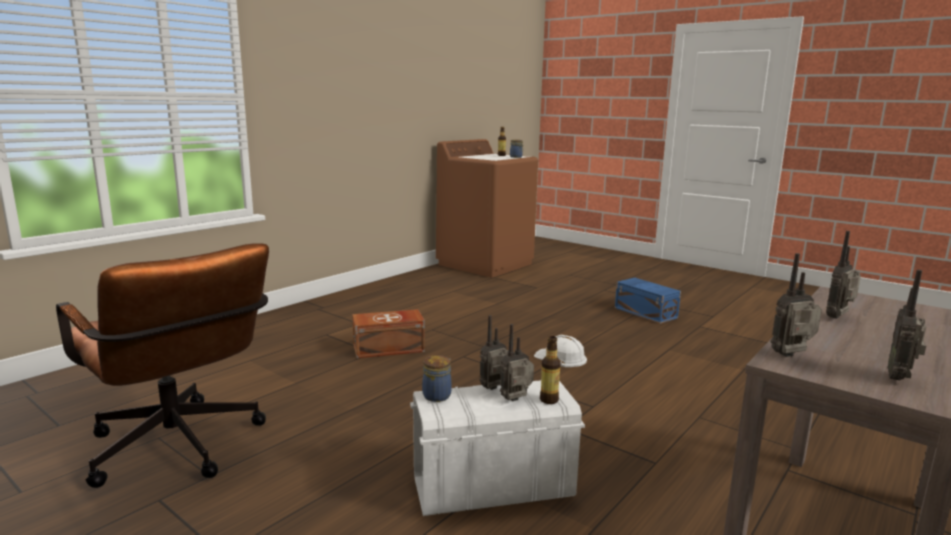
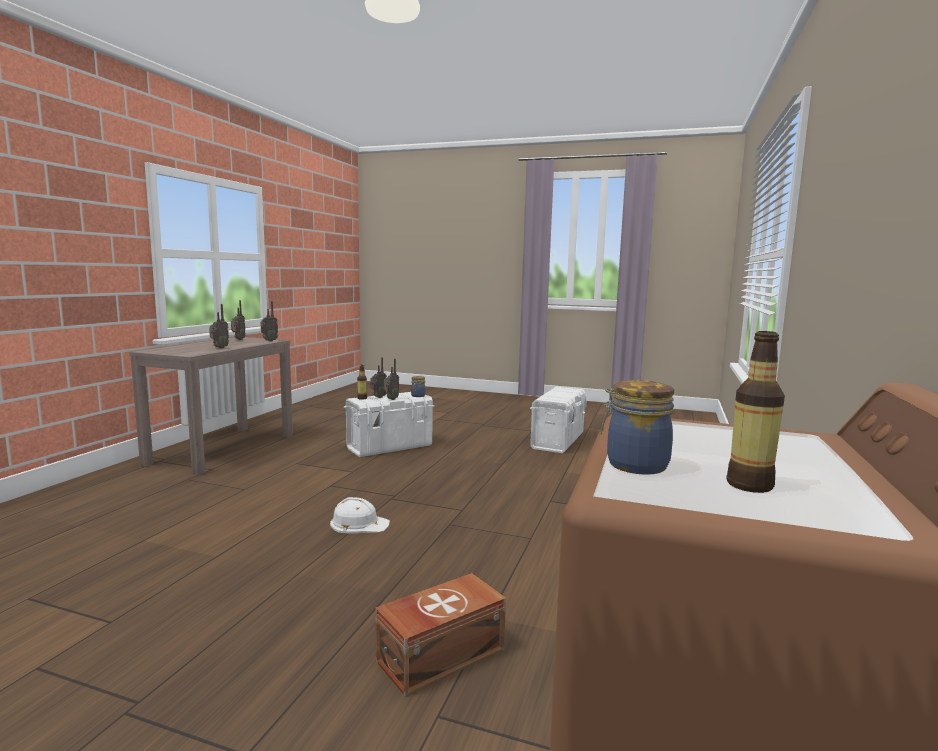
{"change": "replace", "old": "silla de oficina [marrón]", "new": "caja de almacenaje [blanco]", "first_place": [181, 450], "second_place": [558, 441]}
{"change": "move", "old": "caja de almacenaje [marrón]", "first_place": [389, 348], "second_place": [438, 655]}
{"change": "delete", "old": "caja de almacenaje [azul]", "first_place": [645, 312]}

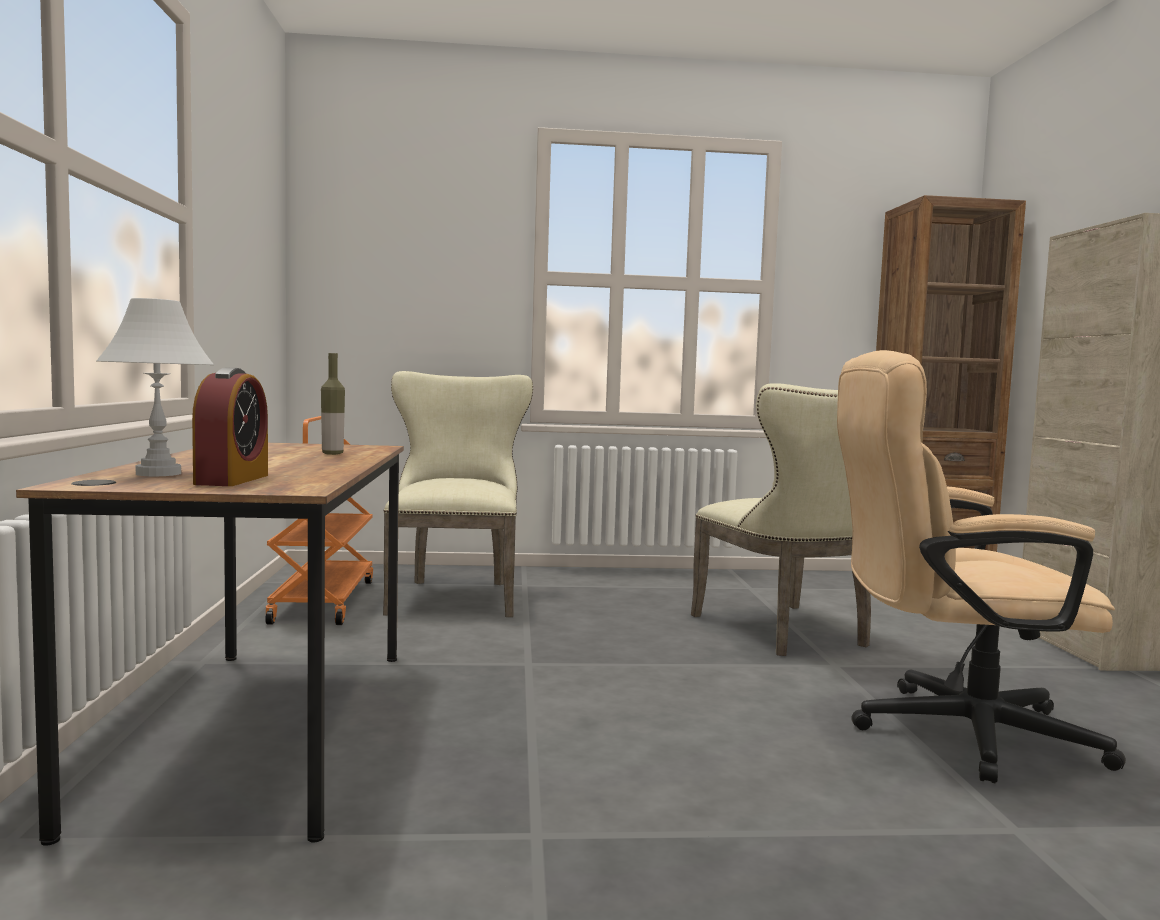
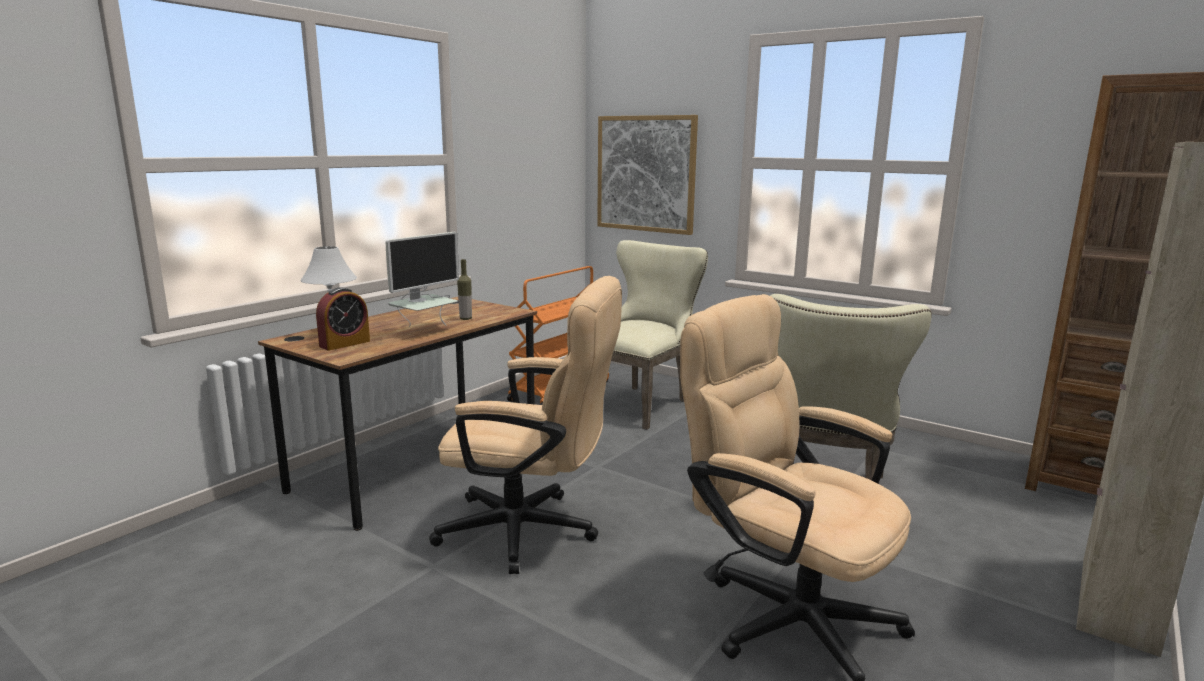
{"change": "insert", "new": "monitor", "second_place": [424, 331]}
{"change": "insert", "new": "silla de oficina [beis]", "second_place": [531, 532]}
{"change": "insert", "new": "cuadro", "second_place": [646, 174]}

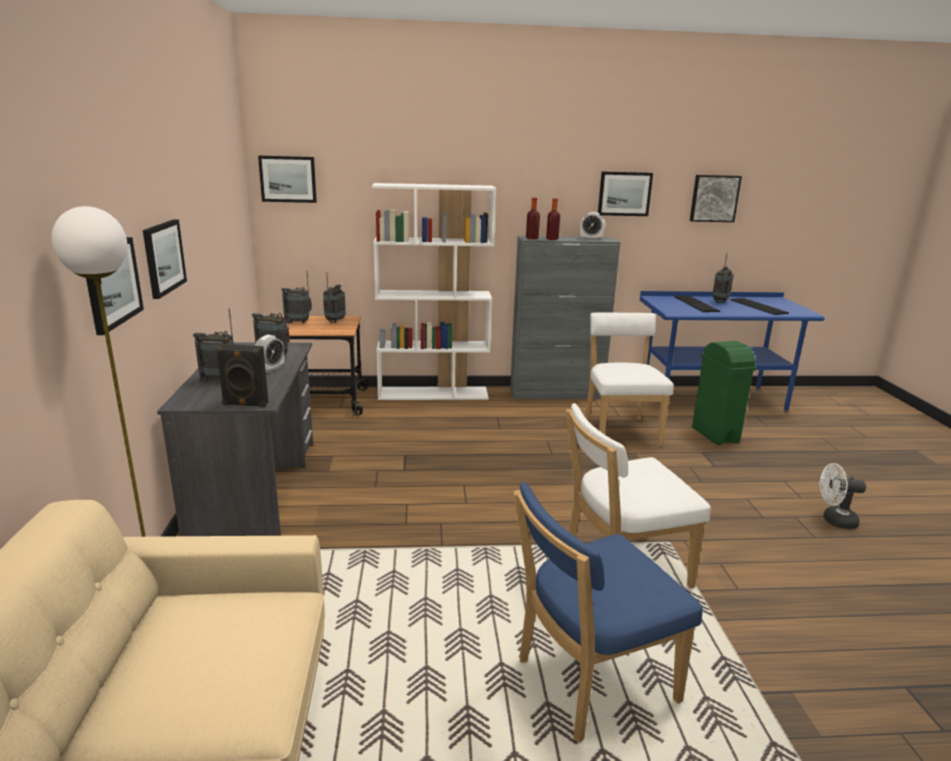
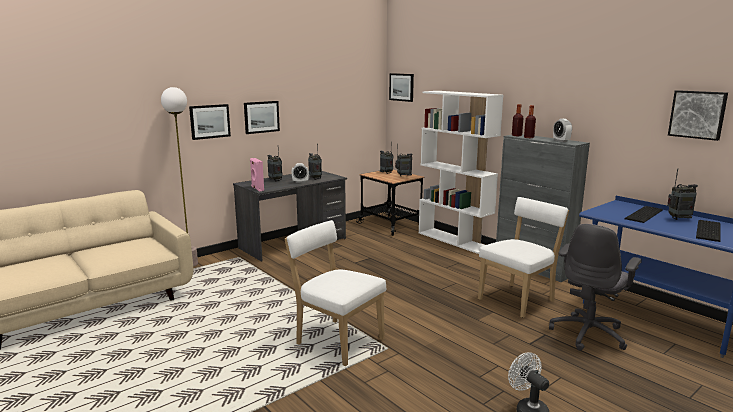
{"change": "recolor", "old": "altavoz [negro]", "new": "altavoz [rosa]", "first_place": [245, 404], "second_place": [257, 189]}
{"change": "delete", "old": "silla [azul]", "first_place": [589, 682]}
{"change": "delete", "old": "cuadro", "first_place": [624, 194]}
{"change": "replace", "old": "papelera [verde]", "new": "silla de oficina [gris]", "first_place": [715, 435], "second_place": [589, 334]}

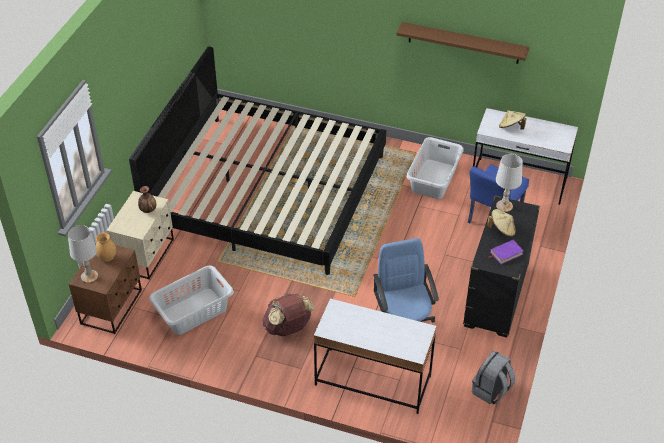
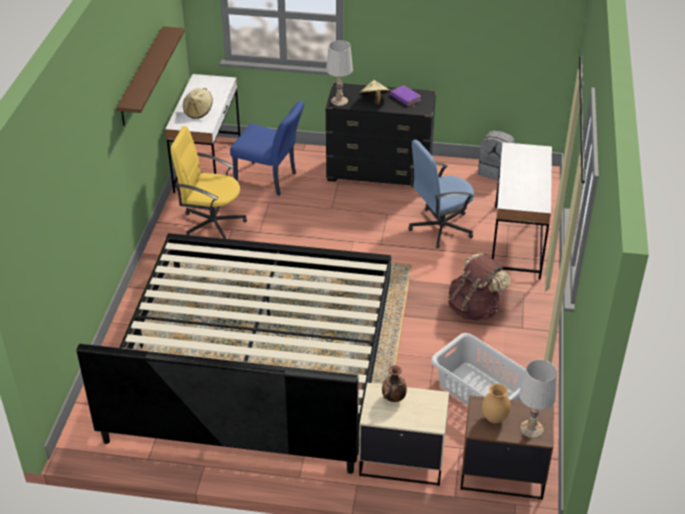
{"change": "replace", "old": "cesto de la ropa [gris]", "new": "silla de oficina [amarillo]", "first_place": [434, 179], "second_place": [212, 223]}

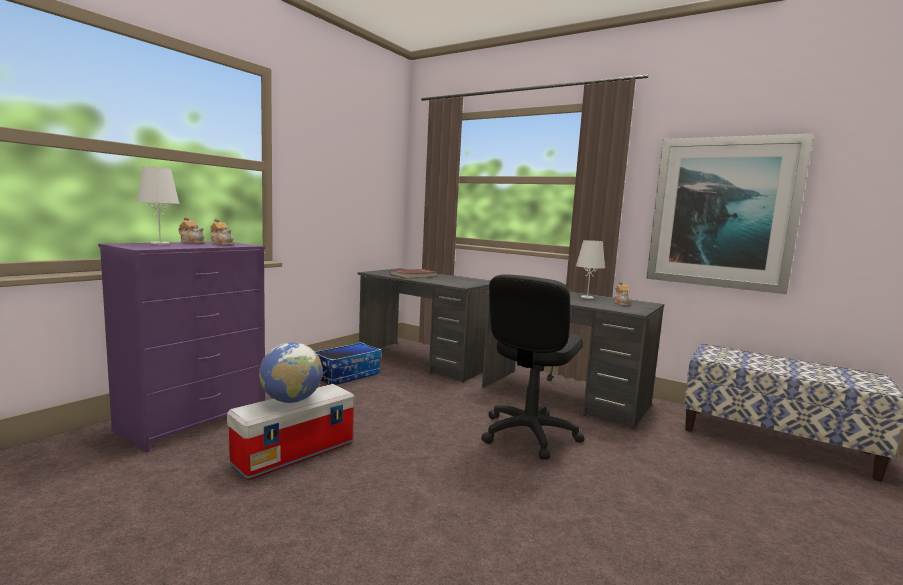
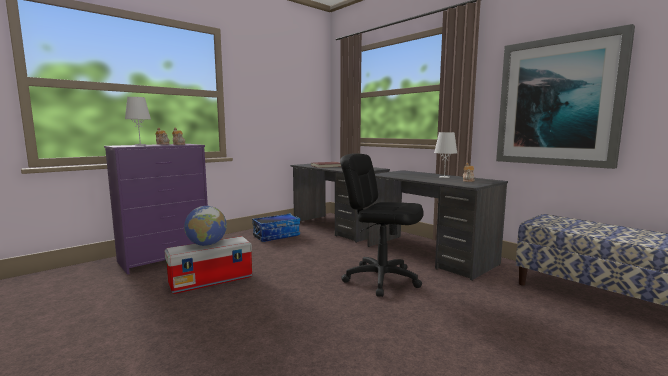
{"change": "rotate", "old": "silla de oficina [negro]", "first_place": [528, 434], "second_place": [381, 279], "degrees": 75}

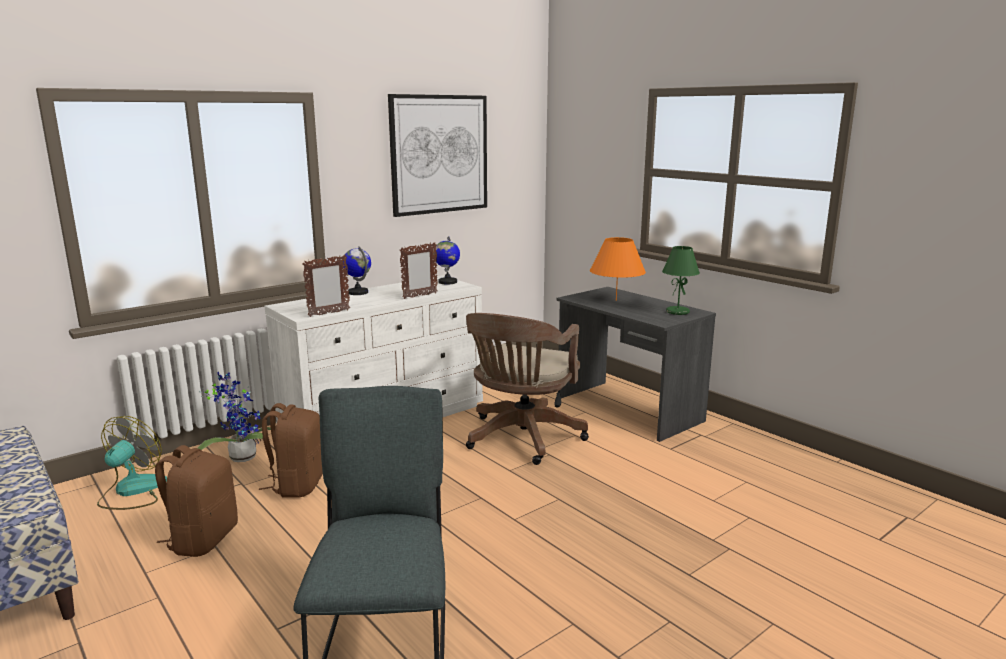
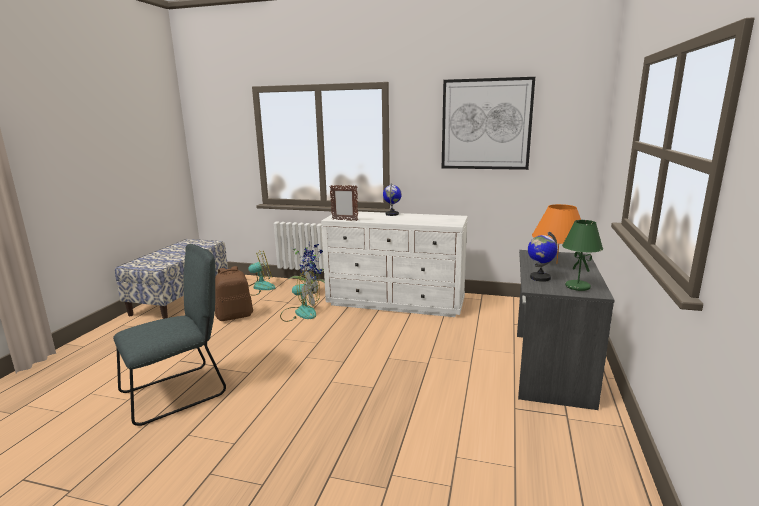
{"change": "replace", "old": "mochila [marrón]", "new": "ventilador", "first_place": [297, 485], "second_place": [300, 313]}
{"change": "delete", "old": "portarretratos", "first_place": [419, 296]}
{"change": "move", "old": "globo terráqueo", "first_place": [447, 282], "second_place": [539, 278]}
{"change": "delete", "old": "silla de oficina [marrón]", "first_place": [521, 439]}

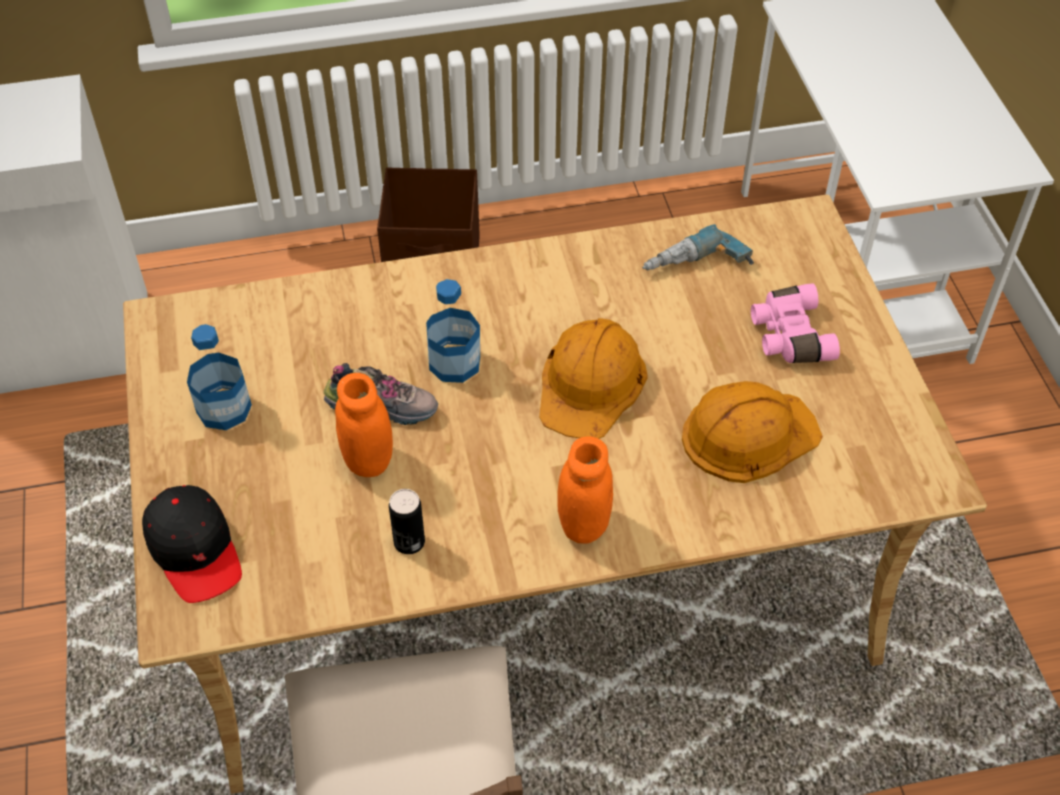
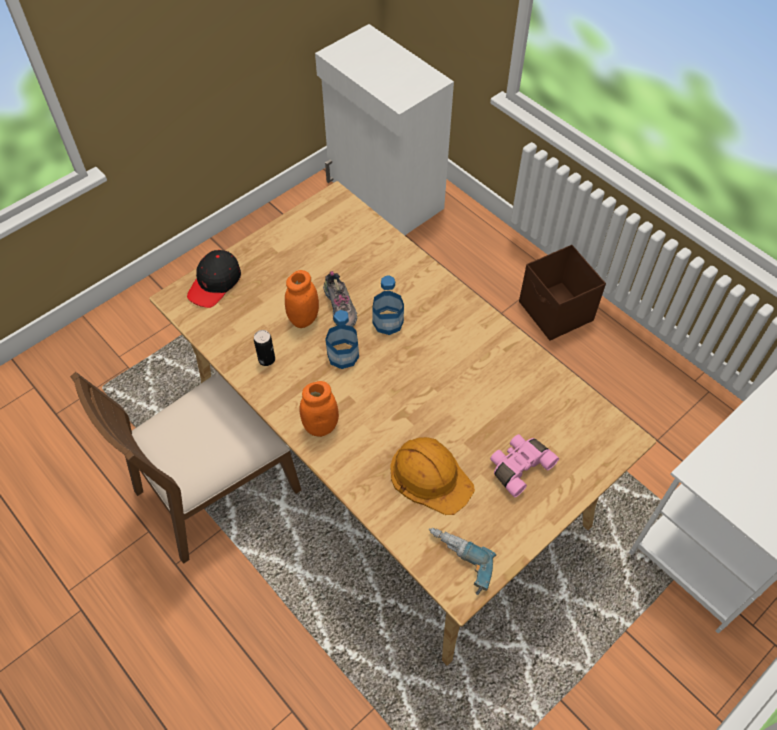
{"change": "move", "old": "botella", "first_place": [224, 409], "second_place": [343, 355]}
{"change": "delete", "old": "casco [naranja]", "first_place": [591, 384]}
{"change": "move", "old": "taladro", "first_place": [697, 269], "second_place": [456, 562]}

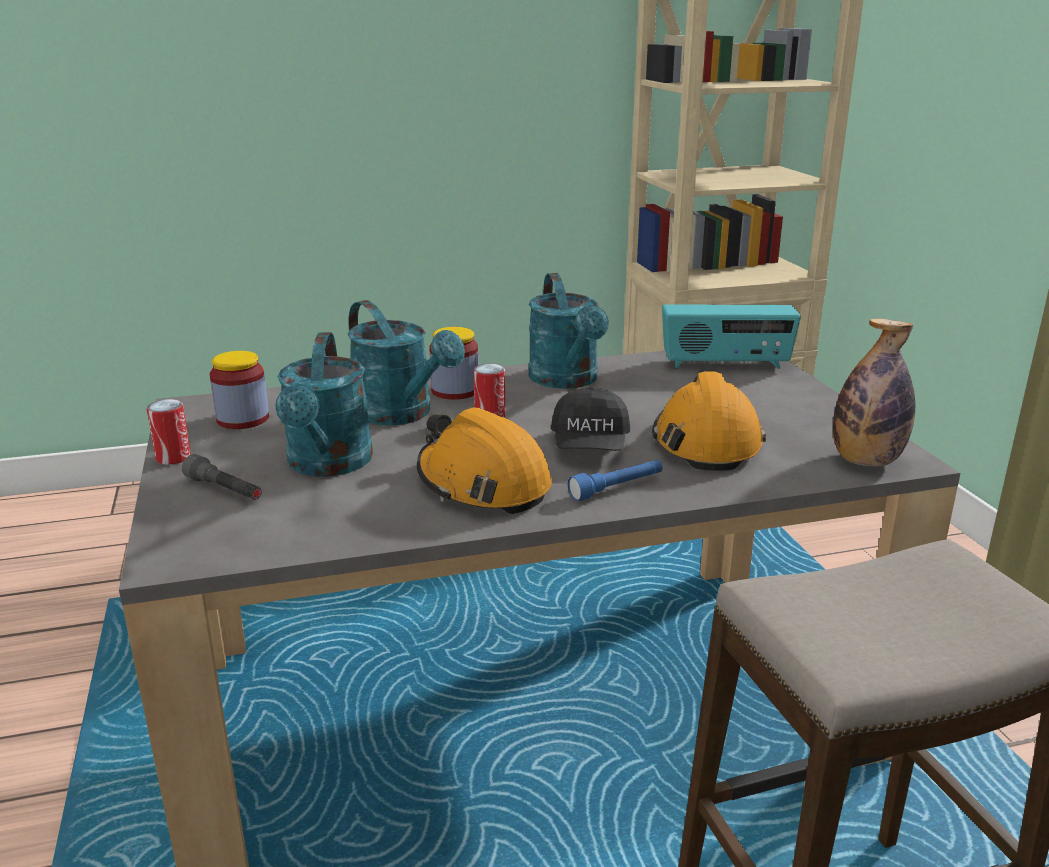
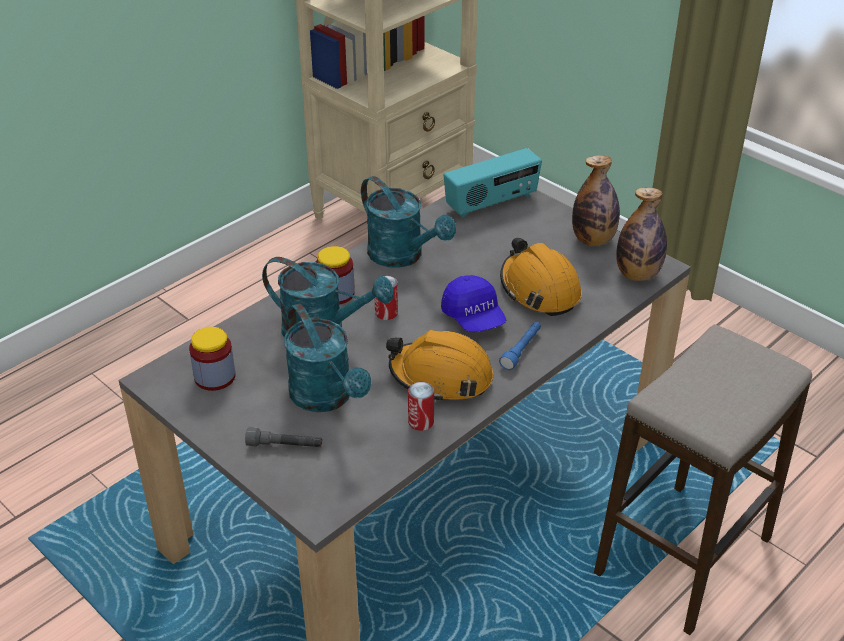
{"change": "move", "old": "lata", "first_place": [173, 458], "second_place": [421, 422]}
{"change": "recolor", "old": "gorra [negro]", "new": "gorra [azul]", "first_place": [590, 445], "second_place": [474, 317]}
{"change": "insert", "new": "botella", "second_place": [593, 240]}

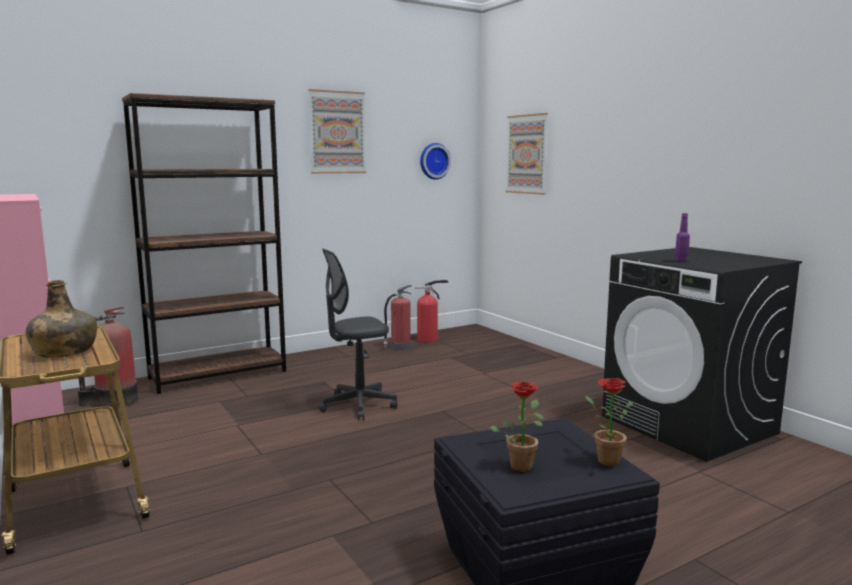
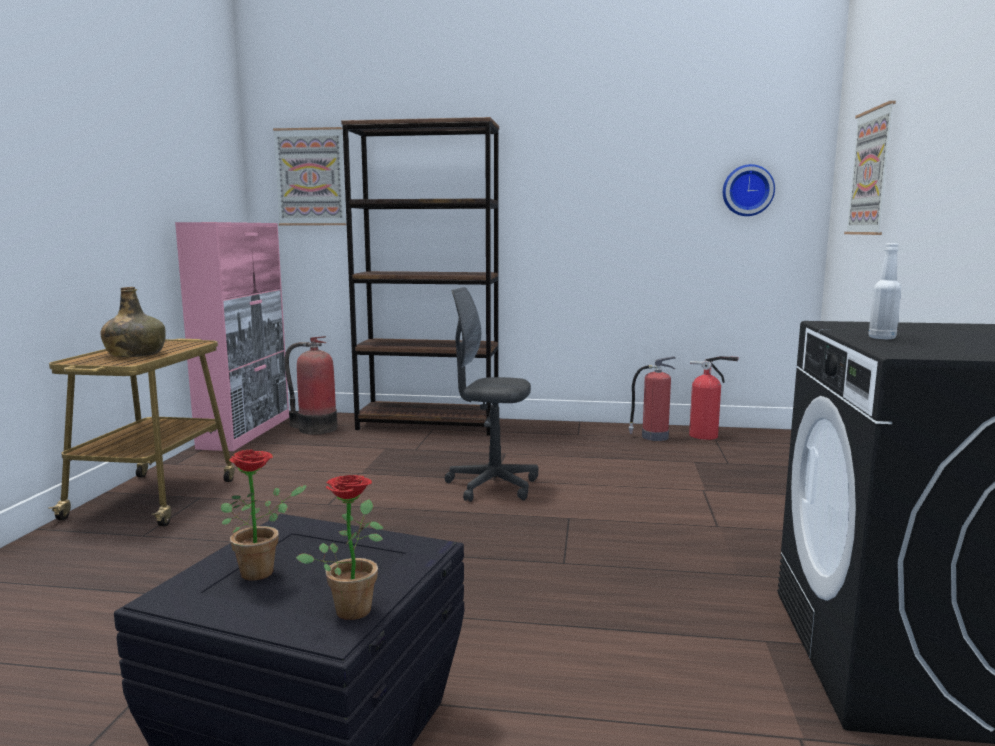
{"change": "move", "old": "cuadro", "first_place": [337, 132], "second_place": [310, 177]}
{"change": "recolor", "old": "botella [morado]", "new": "botella [blanco]", "first_place": [681, 261], "second_place": [881, 338]}

